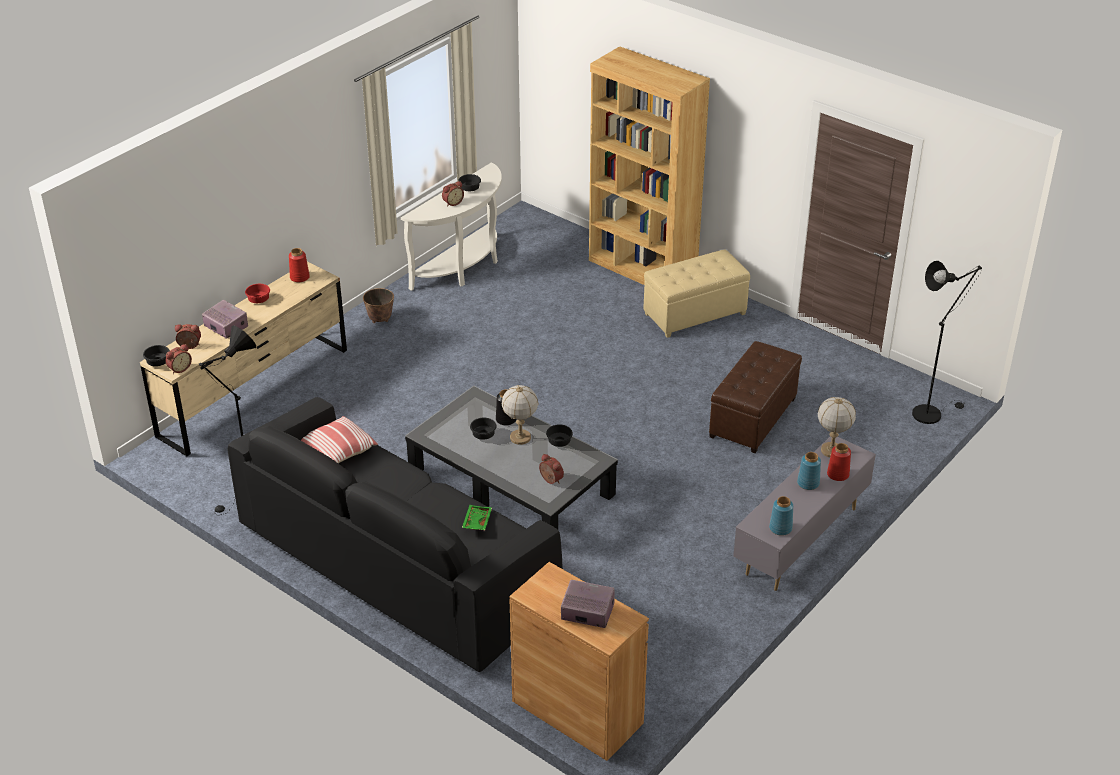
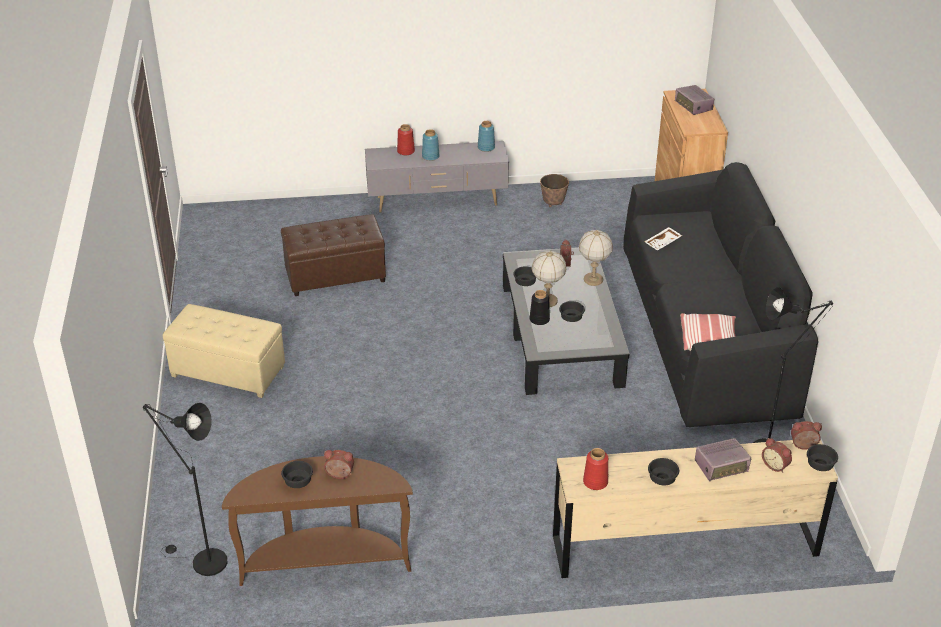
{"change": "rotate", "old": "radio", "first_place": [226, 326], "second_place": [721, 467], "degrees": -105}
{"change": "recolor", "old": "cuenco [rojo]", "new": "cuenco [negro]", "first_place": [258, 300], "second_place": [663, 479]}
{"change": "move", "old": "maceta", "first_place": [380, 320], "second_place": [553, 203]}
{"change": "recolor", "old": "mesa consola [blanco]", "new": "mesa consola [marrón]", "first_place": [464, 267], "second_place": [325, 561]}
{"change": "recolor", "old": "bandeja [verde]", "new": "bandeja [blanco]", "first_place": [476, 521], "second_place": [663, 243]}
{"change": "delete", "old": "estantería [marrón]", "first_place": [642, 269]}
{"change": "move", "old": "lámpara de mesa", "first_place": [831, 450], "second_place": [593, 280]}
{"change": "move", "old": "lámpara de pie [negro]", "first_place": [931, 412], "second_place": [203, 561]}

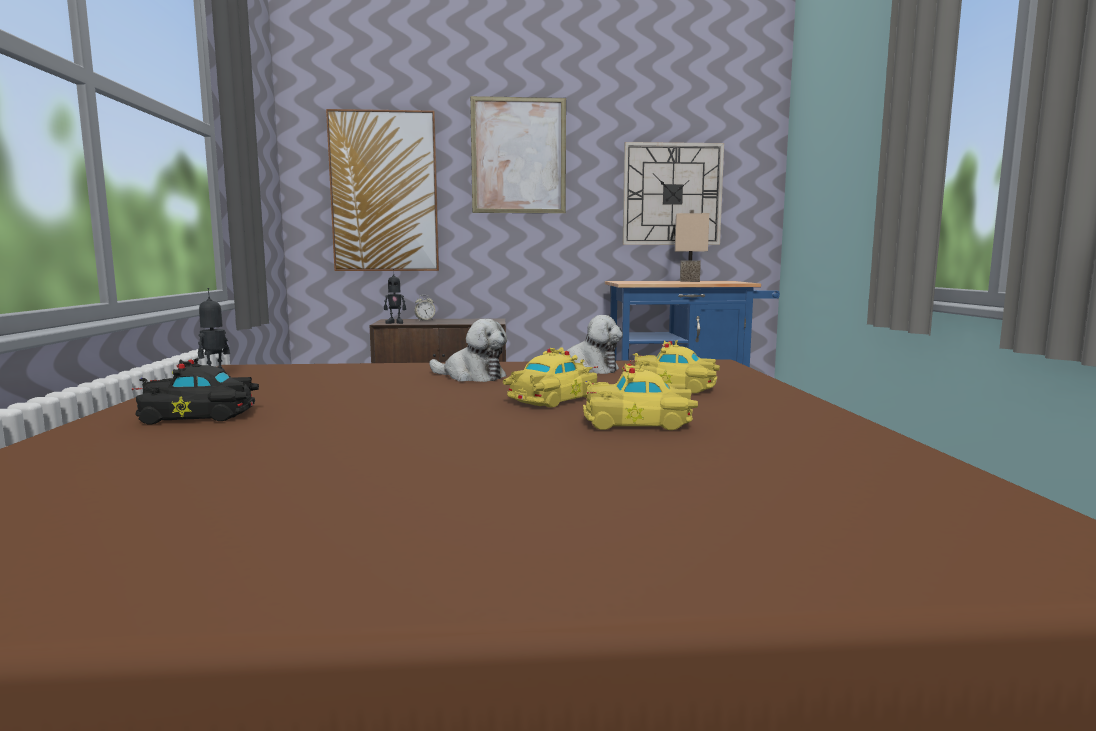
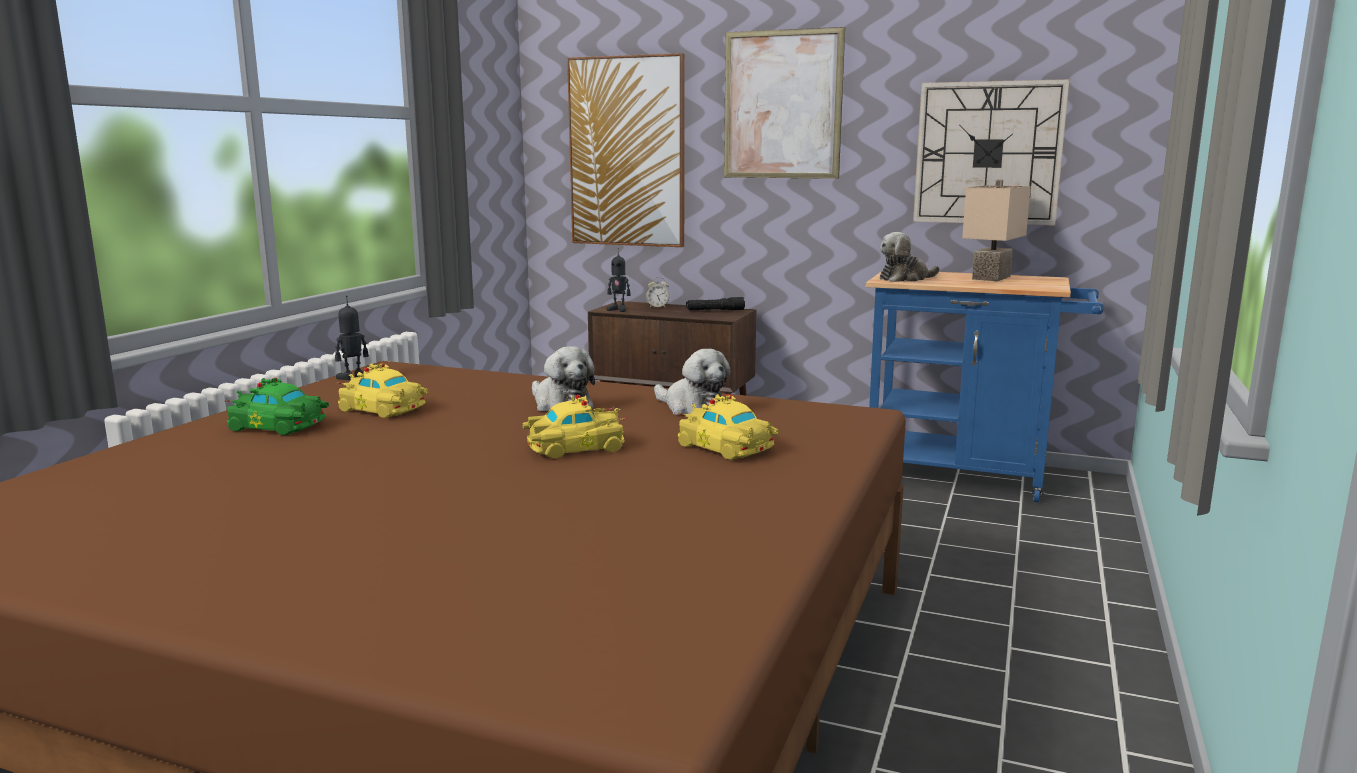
{"change": "recolor", "old": "coche de juguete [negro]", "new": "coche de juguete [verde]", "first_place": [201, 416], "second_place": [279, 427]}
{"change": "move", "old": "coche de juguete [amarillo]", "first_place": [640, 423], "second_place": [383, 410]}
{"change": "insert", "new": "linterna [negro]", "second_place": [715, 310]}
{"change": "insert", "new": "peluche", "second_place": [905, 279]}

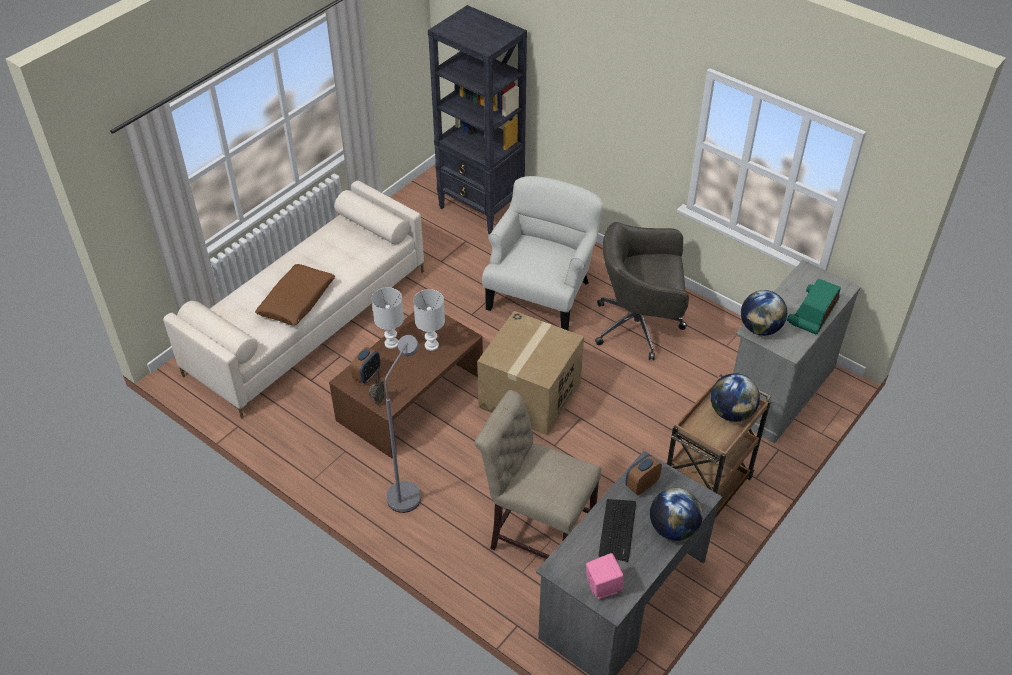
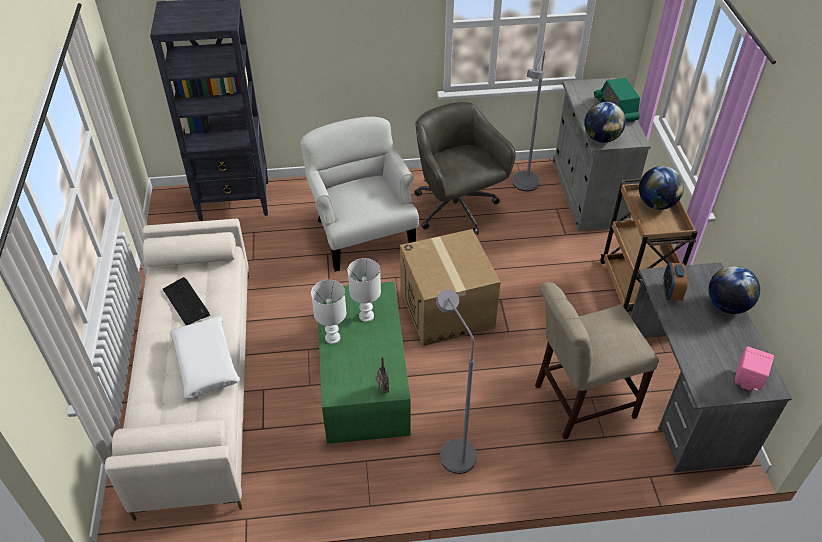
{"change": "recolor", "old": "cojín [marrón]", "new": "cojín [blanco]", "first_place": [297, 301], "second_place": [206, 362]}
{"change": "recolor", "old": "mesa de centro [marrón]", "new": "mesa de centro [verde]", "first_place": [410, 396], "second_place": [362, 378]}
{"change": "delete", "old": "despertador", "first_place": [367, 375]}
{"change": "rotate", "old": "silla de oficina [gris]", "first_place": [640, 326], "second_place": [456, 210], "degrees": 105}
{"change": "move", "old": "teclado", "first_place": [617, 530], "second_place": [186, 302]}
{"change": "insert", "new": "lámpara de pie [gris]", "second_place": [524, 187]}

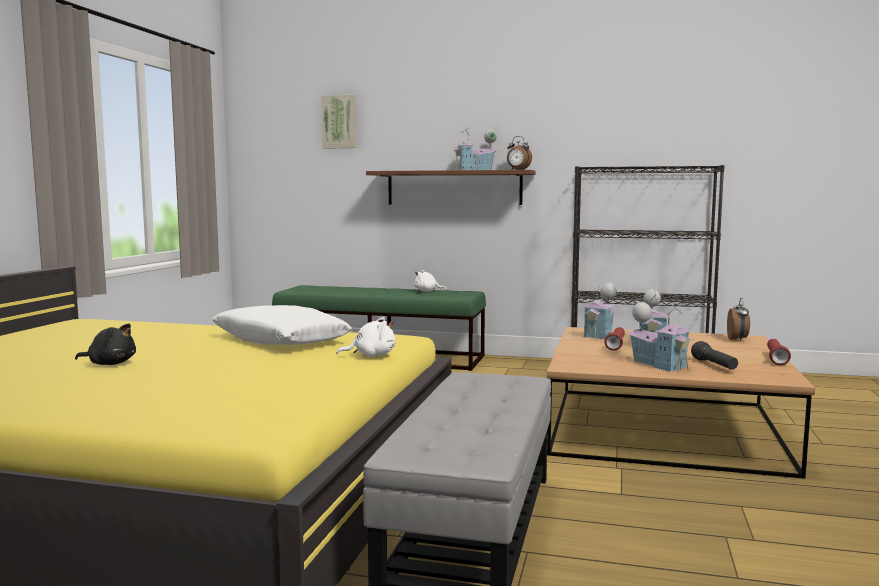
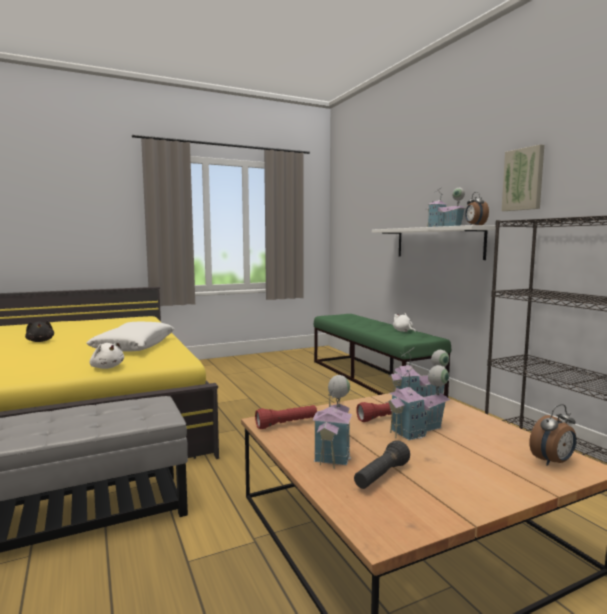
{"change": "move", "old": "cuadro", "first_place": [340, 122], "second_place": [524, 179]}
{"change": "recolor", "old": "estante [marrón]", "new": "estante [blanco]", "first_place": [454, 188], "second_place": [438, 243]}
{"change": "move", "old": "linterna [rojo]", "first_place": [776, 359], "second_place": [287, 424]}

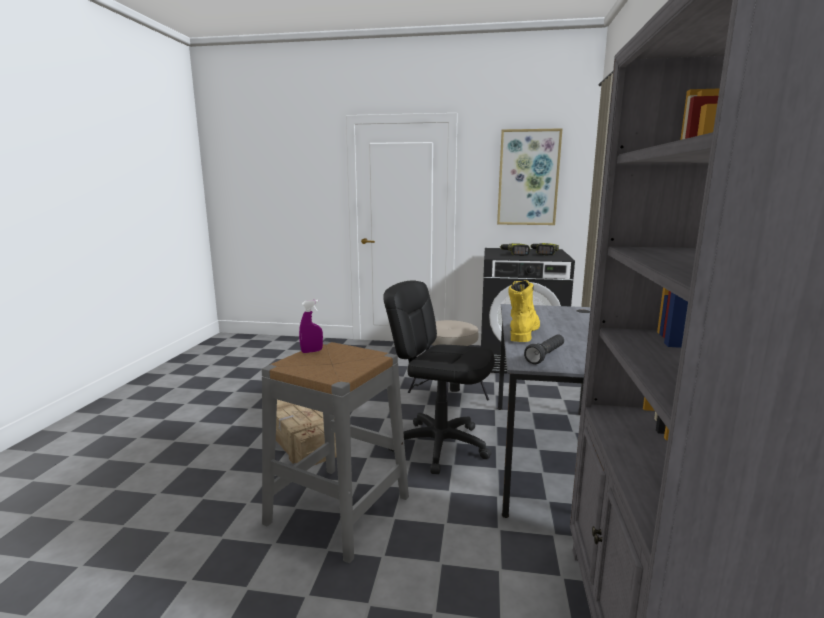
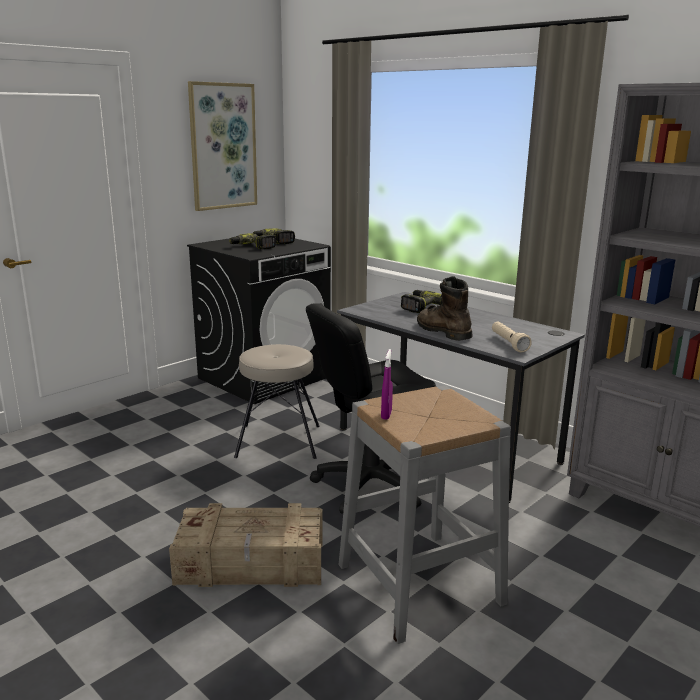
{"change": "recolor", "old": "bota [amarillo]", "new": "bota [marrón]", "first_place": [523, 333], "second_place": [442, 331]}
{"change": "recolor", "old": "linterna [negro]", "new": "linterna [beis]", "first_place": [545, 356], "second_place": [508, 343]}
{"change": "insert", "new": "taladro", "second_place": [419, 306]}

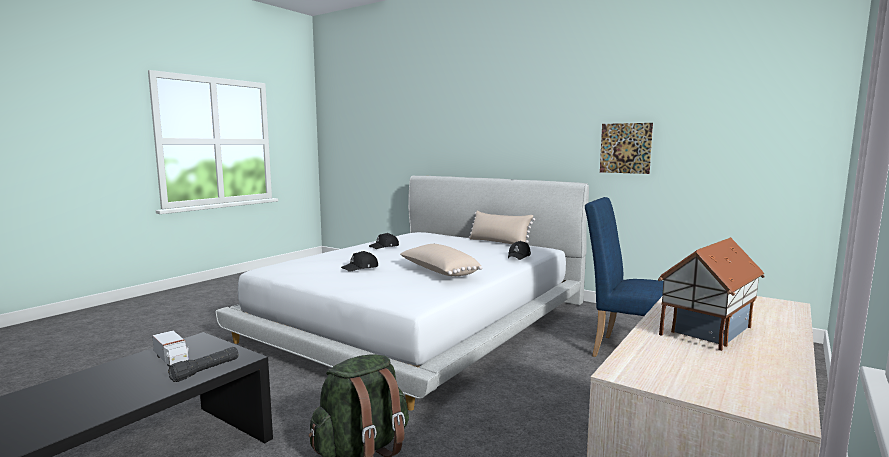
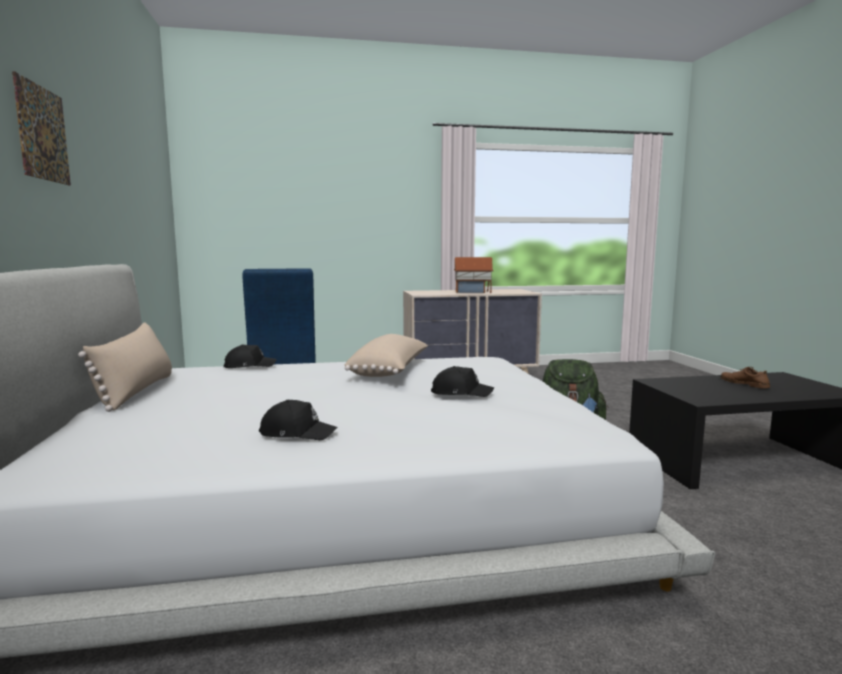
{"change": "delete", "old": "camión de juguete", "first_place": [172, 359]}
{"change": "delete", "old": "linterna [negro]", "first_place": [205, 371]}
{"change": "move", "old": "cuadro", "first_place": [625, 148], "second_place": [43, 133]}
{"change": "insert", "new": "zapato [marrón]", "second_place": [744, 383]}

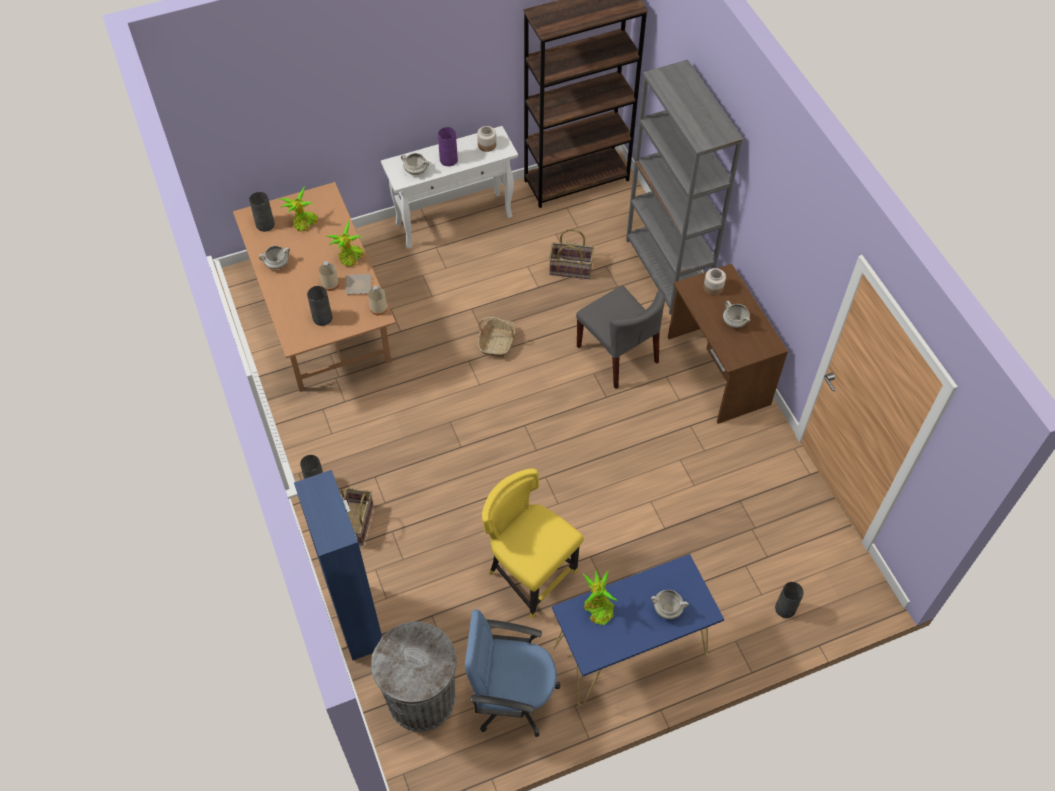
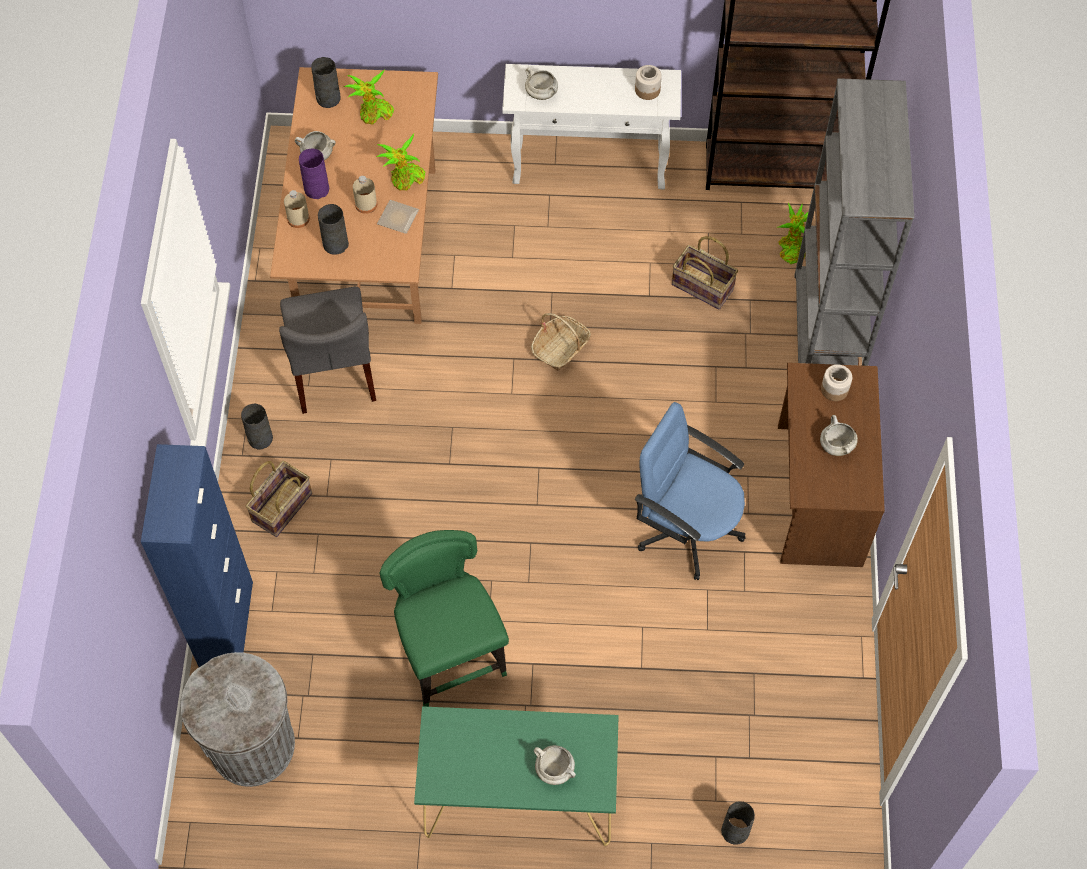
{"change": "move", "old": "botella [beis]", "first_place": [378, 308], "second_place": [298, 218]}
{"change": "move", "old": "florero [morado]", "first_place": [448, 159], "second_place": [316, 188]}
{"change": "move", "old": "silla de oficina [azul]", "first_place": [511, 695], "second_place": [687, 528]}
{"change": "recolor", "old": "silla [amarillo]", "new": "silla [verde]", "first_place": [529, 574], "second_place": [450, 654]}
{"change": "recolor", "old": "mesa consola [azul]", "new": "mesa consola [verde]", "first_place": [629, 651], "second_place": [518, 798]}
{"change": "move", "old": "silla [gris]", "first_place": [618, 354], "second_place": [334, 371]}
{"change": "move", "old": "planta en maceta", "first_place": [597, 608], "second_place": [791, 248]}

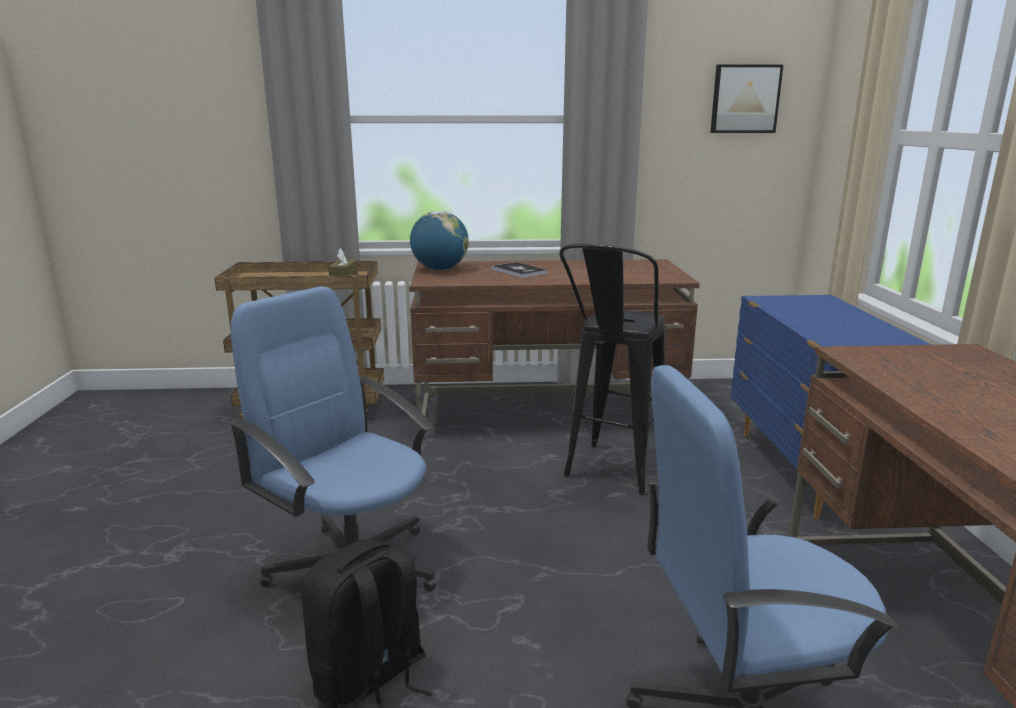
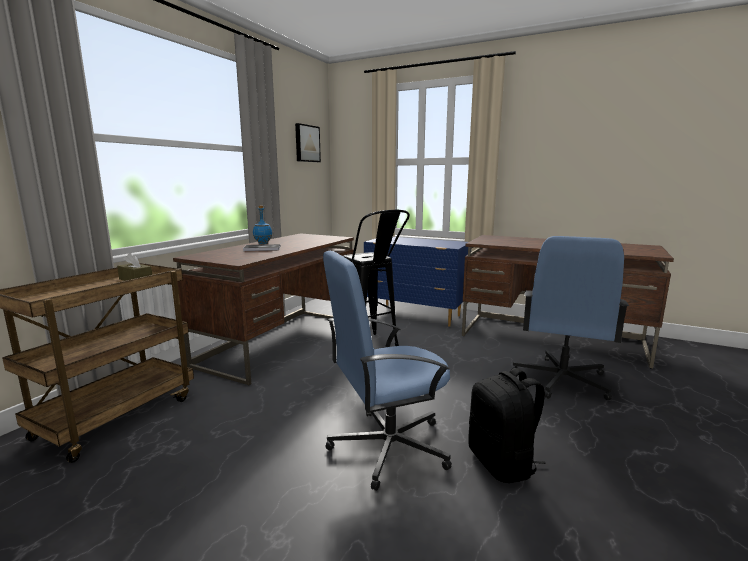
{"change": "delete", "old": "globo terráqueo", "first_place": [440, 269]}
{"change": "insert", "new": "botella [azul]", "second_place": [263, 243]}

